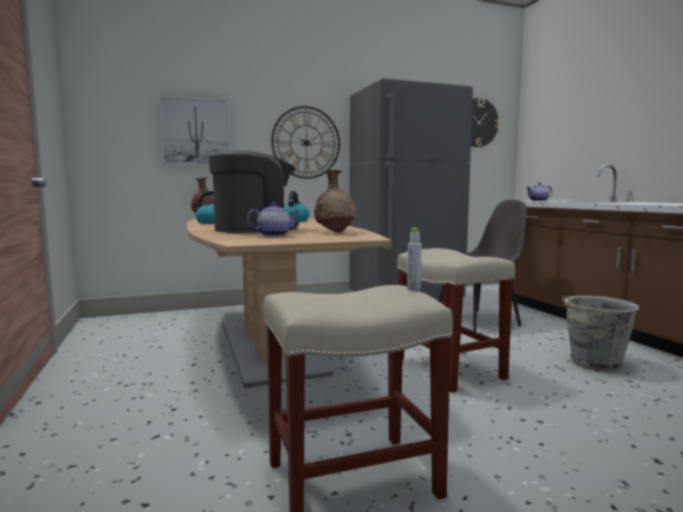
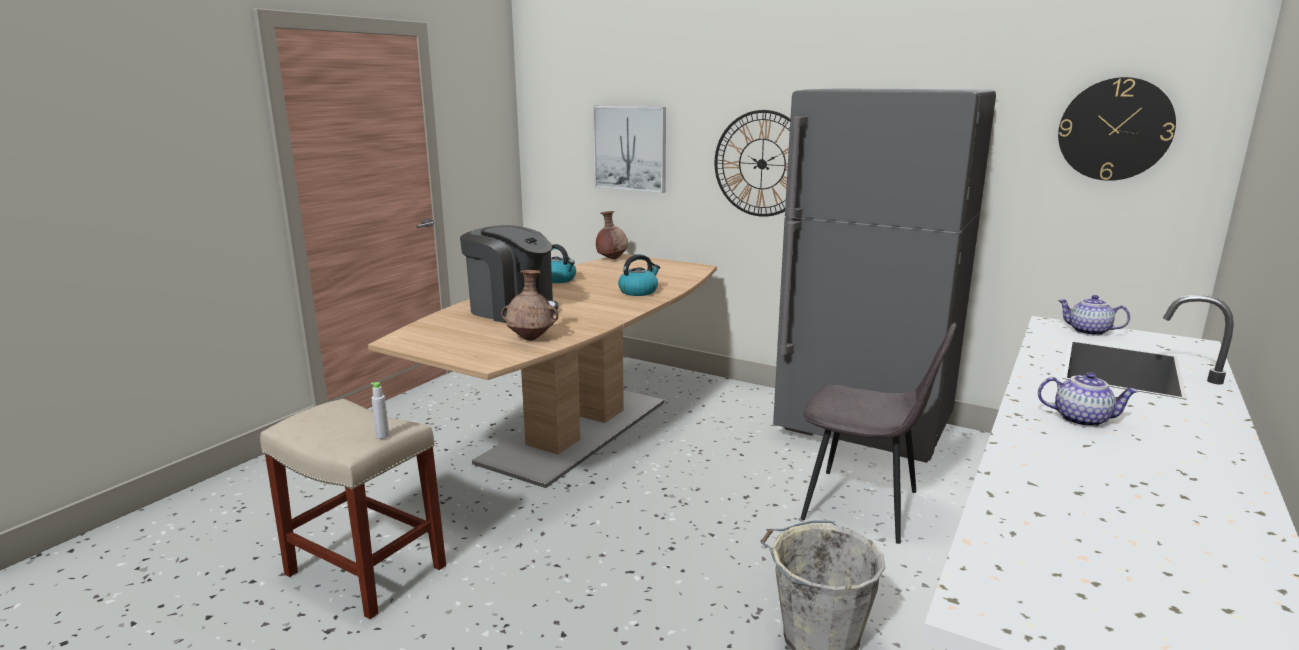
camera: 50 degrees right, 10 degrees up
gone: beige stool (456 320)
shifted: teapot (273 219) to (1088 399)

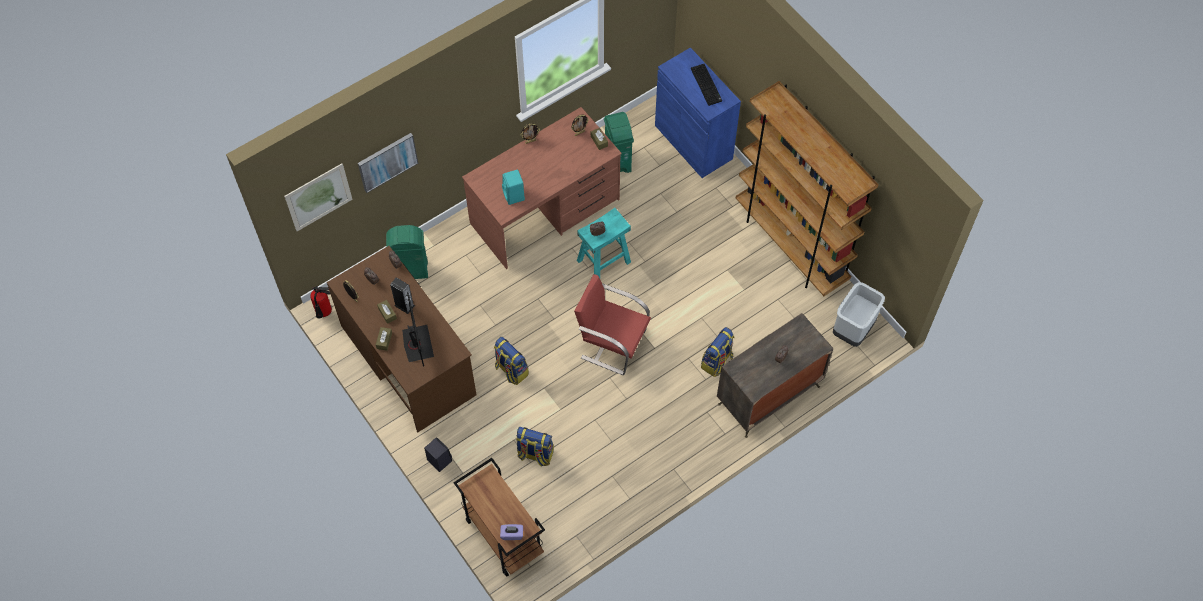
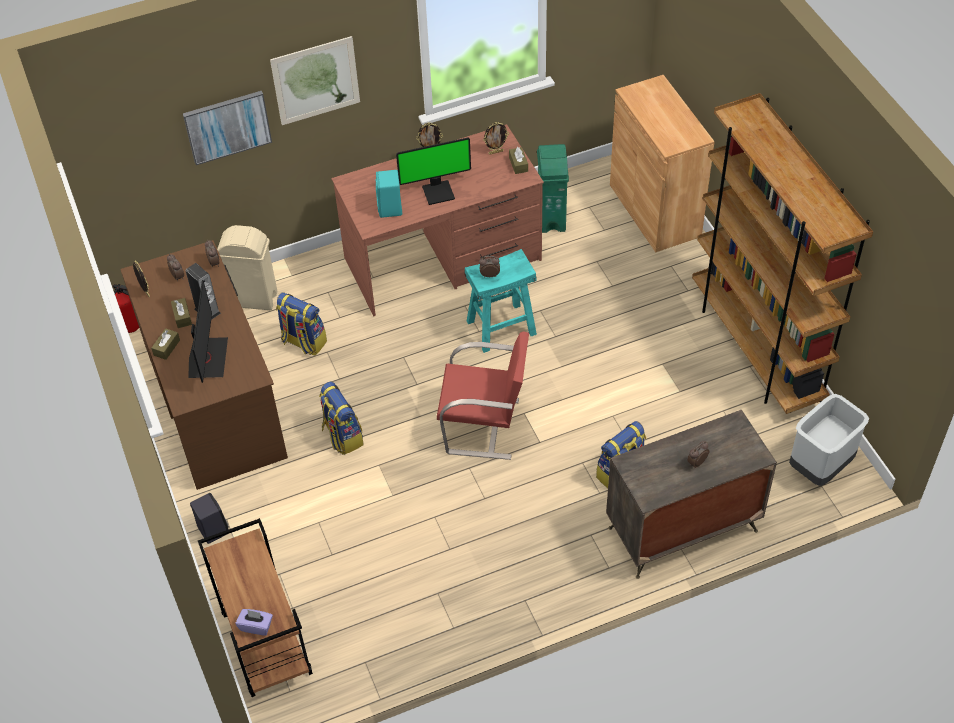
camera: 15 degrees right, 10 degrees down
gone: keyboard (706 85)
new: monitor (433 171)
shifted: picture (318 197) to (315 80); backpack (535 447) to (301 324)
repainted: green trash can (407 252) to beige trash can (247 267); blue cabinet (698 112) to brown cabinet (662 163)
rotated: red chair (612 324) = (483 395) 150 degrees clockwise

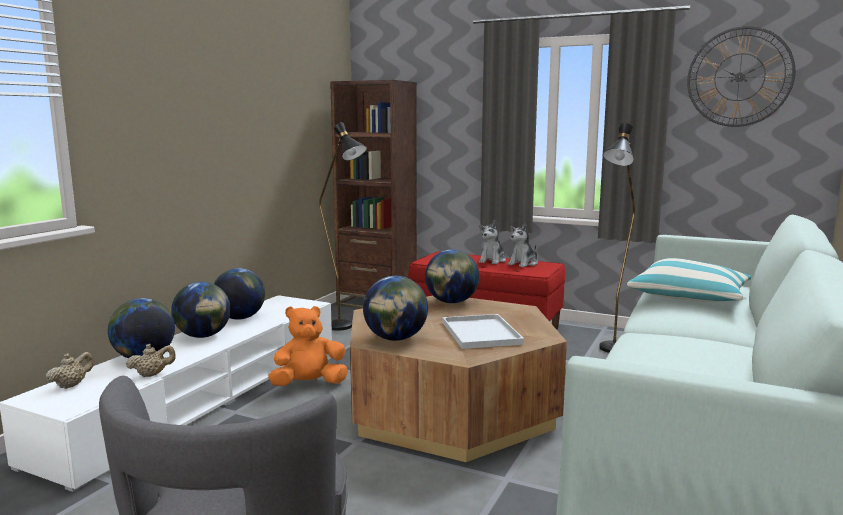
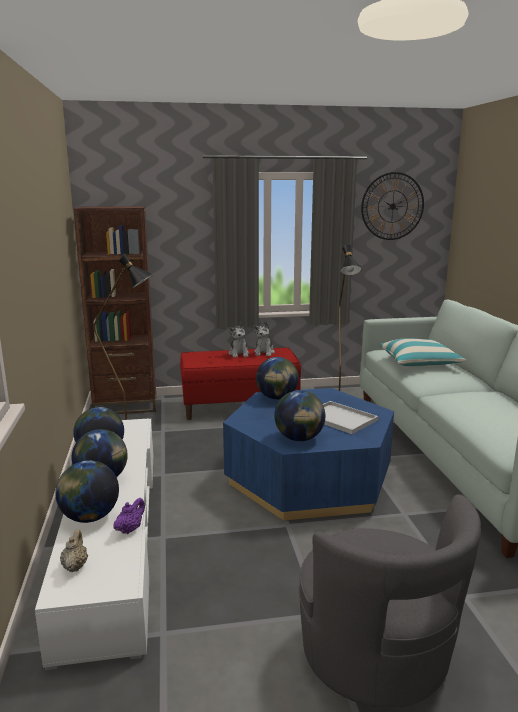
camera: 35 degrees left, 5 degrees up
gone: orange plush toy (308 346)
repainted: beige teapot (151 360) to purple teapot (129 516); brown coffee table (458 379) to blue coffee table (308 454)

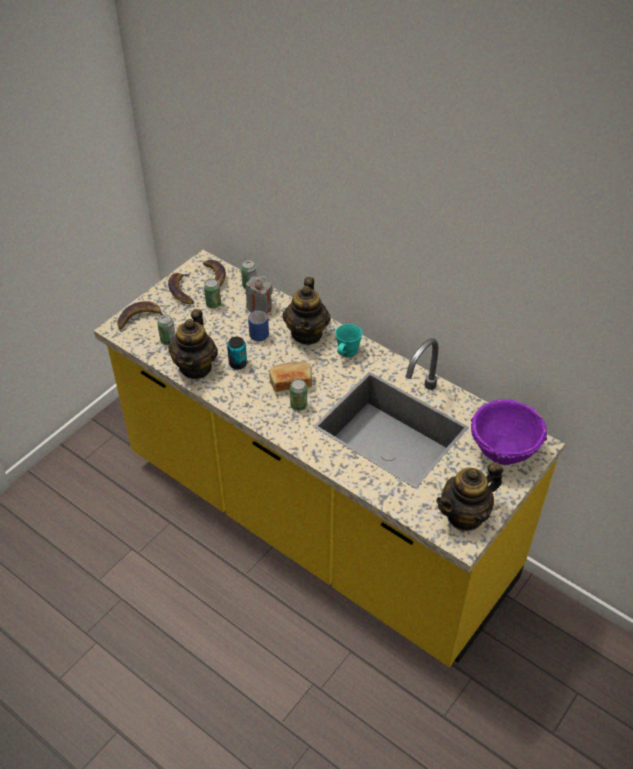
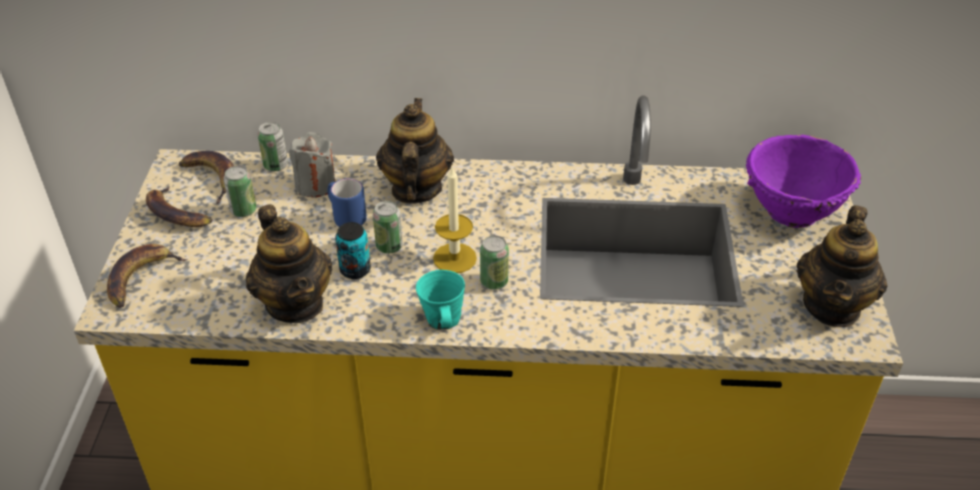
camera: 35 degrees left, 5 degrees down
shifted: can (166 330) to (388 227); turquoise mug (348 340) to (440 300)
swapped: bread (290 377) to candle (455 220)
rotated: teapot (307 311) = (415 151) 150 degrees counterclockwise

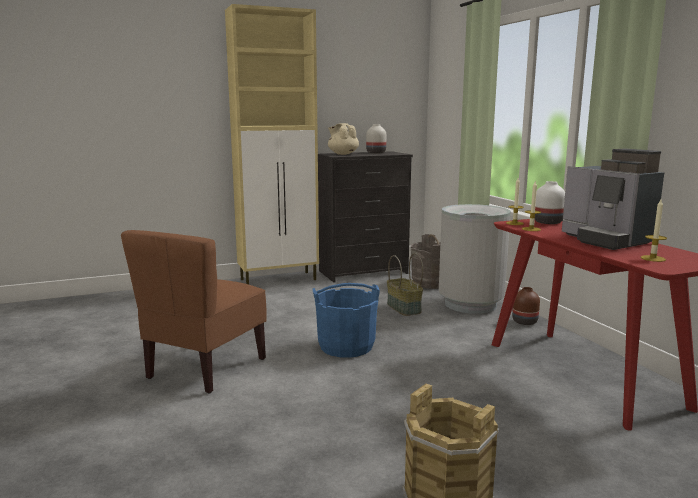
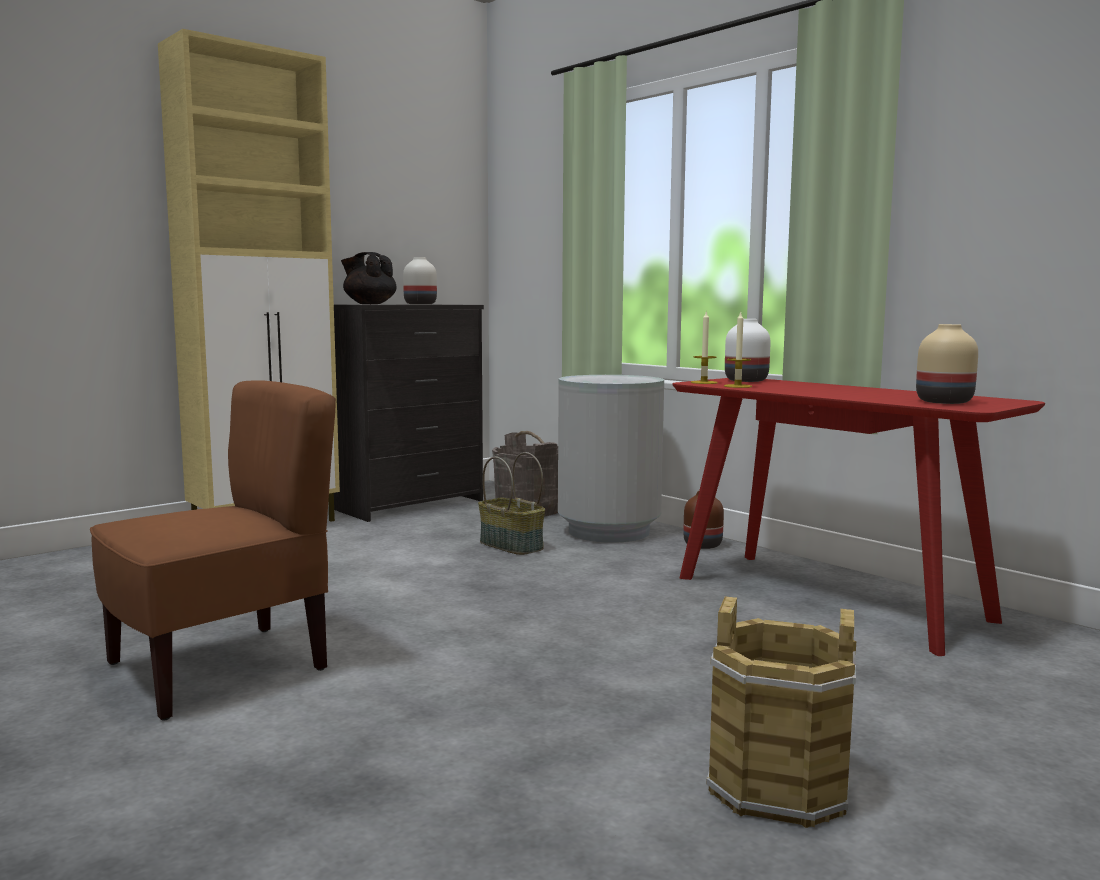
camera: 20 degrees left, 5 degrees down
gone: blue bucket (346 320); coffee machine (613 199)
swapped: candle (654 231) to beige vase (947 364)
repainted: beige teapot (343 139) to black teapot (369 278)
rotated: brown chair (193 311) = (213 550) 135 degrees counterclockwise

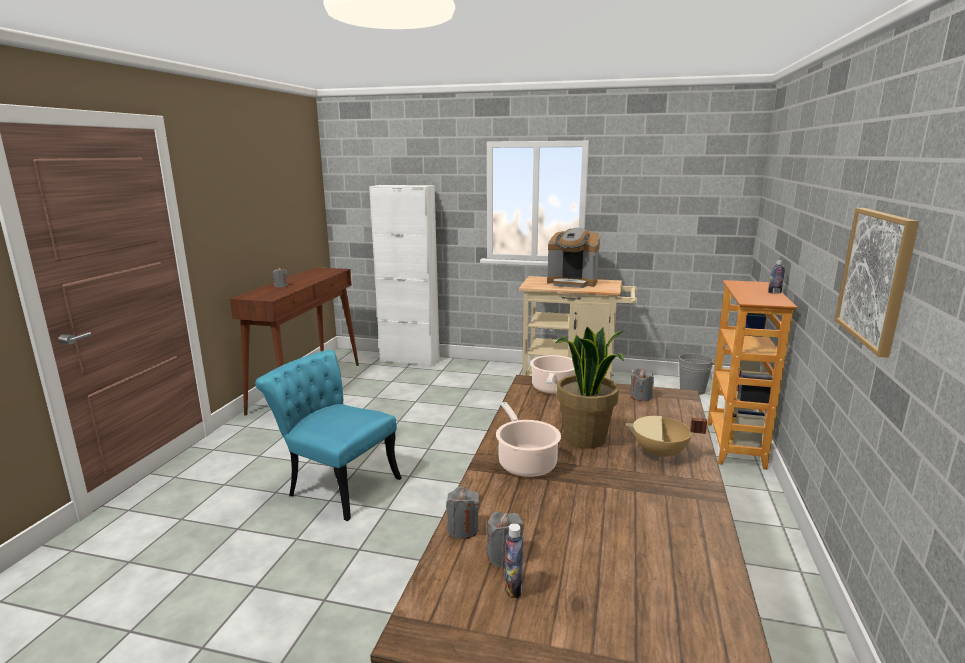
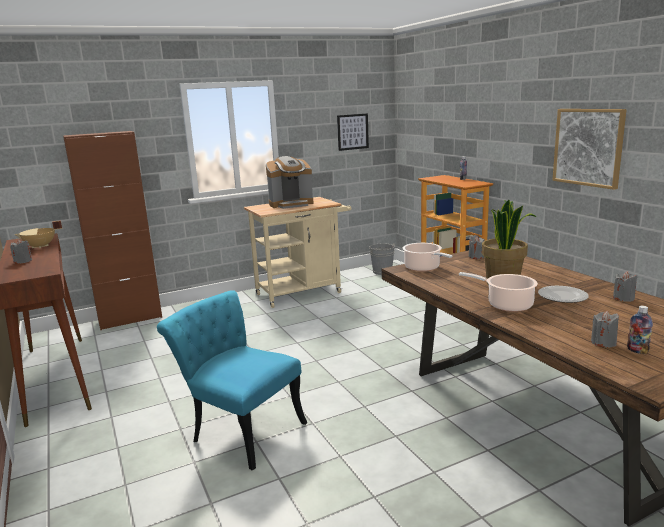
camera: 40 degrees left, 0 degrees up
new: picture (353 132); plate (563 294)
shifted: grey candle (462 513) to (625 286); beige cooking pot (666 438) to (38 234)
repainted: white cabinet (404 275) to brown cabinet (112 230)
rotated: turquoise chair (328 435) = (232 380) 45 degrees clockwise

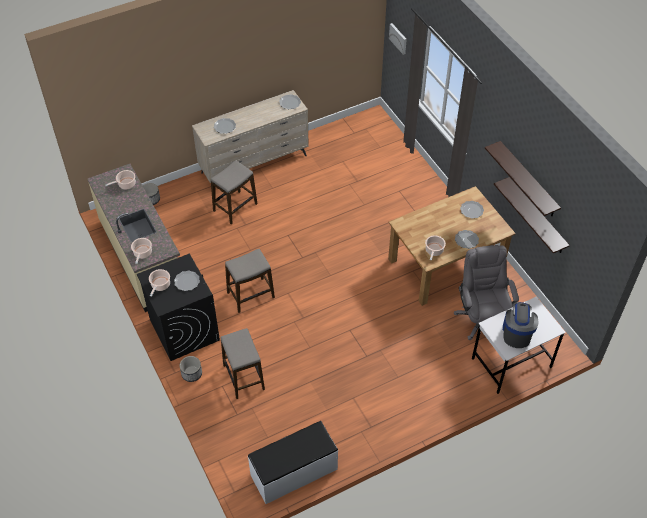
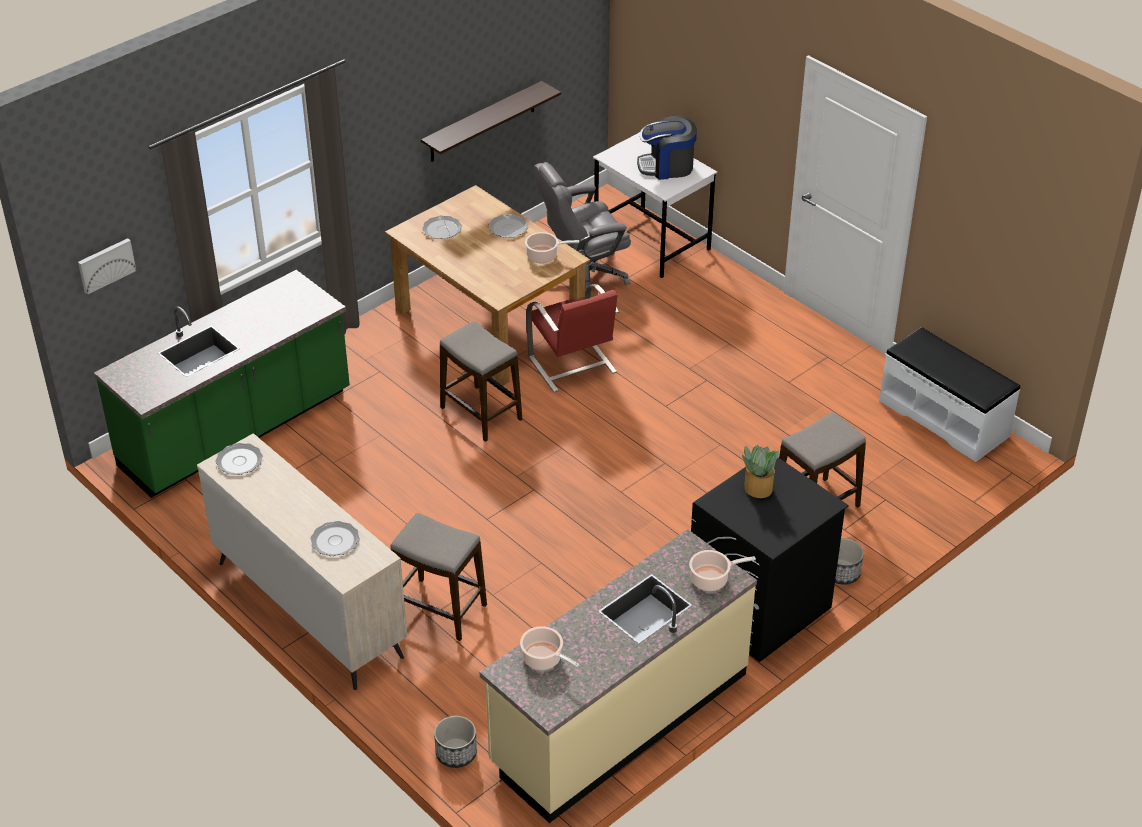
camera: 105 degrees left, 10 degrees down
gone: cooking pot (159 282); shelf (523 178)
new: green counter (222 384); red chair (572 338)
shifted: stool (250 281) to (481 381)
swapped: plate (187 280) to potted plant (760 471)

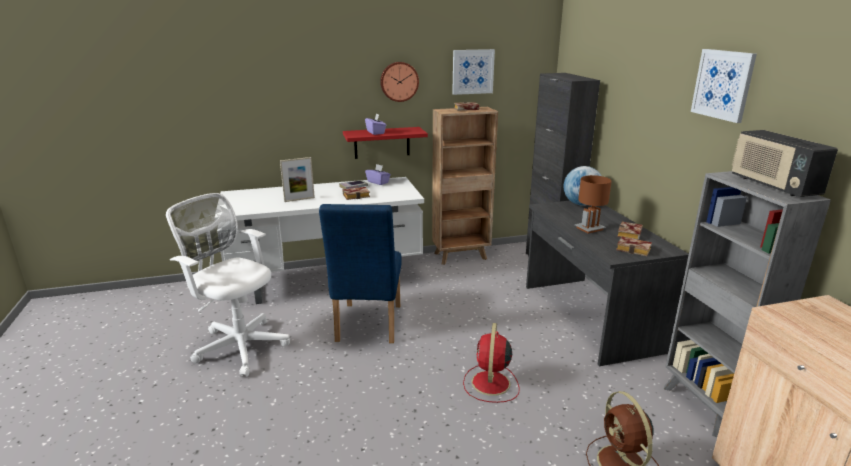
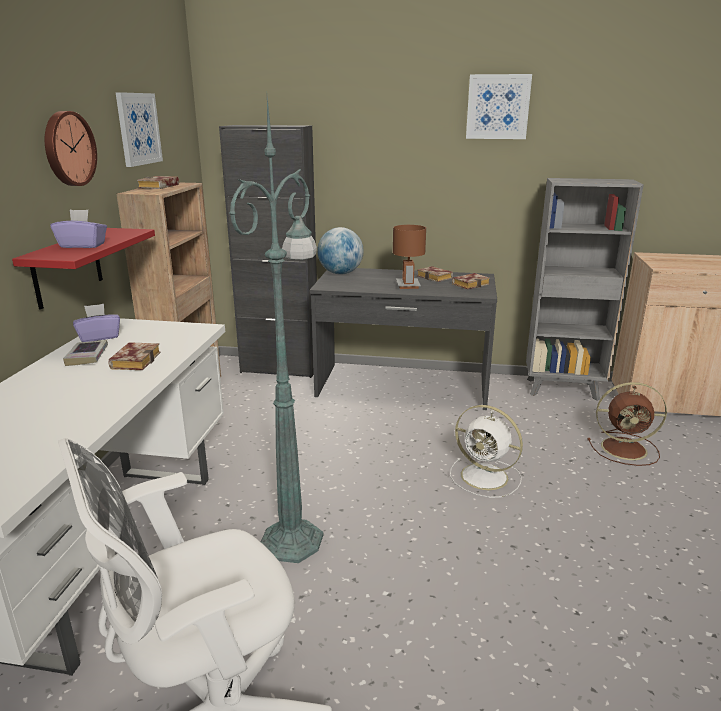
camera: 65 degrees left, 0 degrees up
gone: picture frame (297 179); radio (785 163)
swapped: blue chair (360 273) to green floor lamp (276 330)
repainted: red fan (491 363) to white fan (486 451)

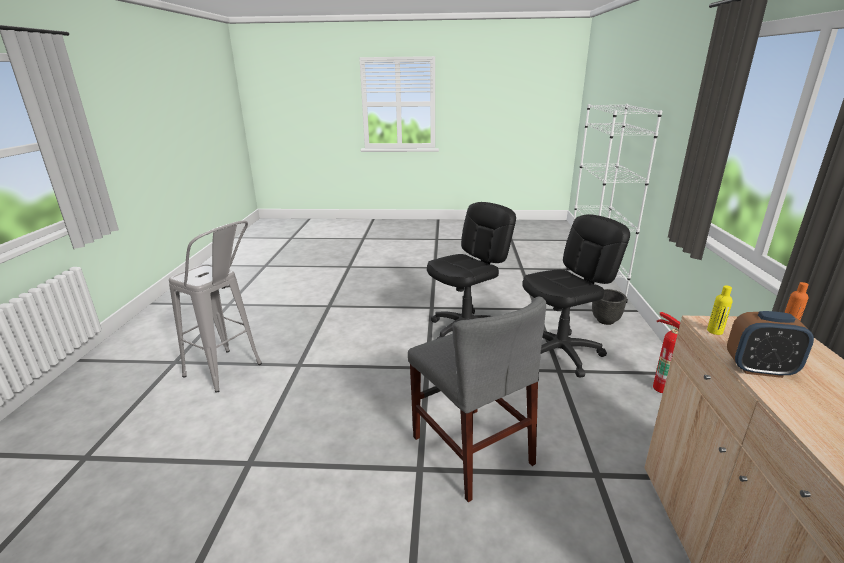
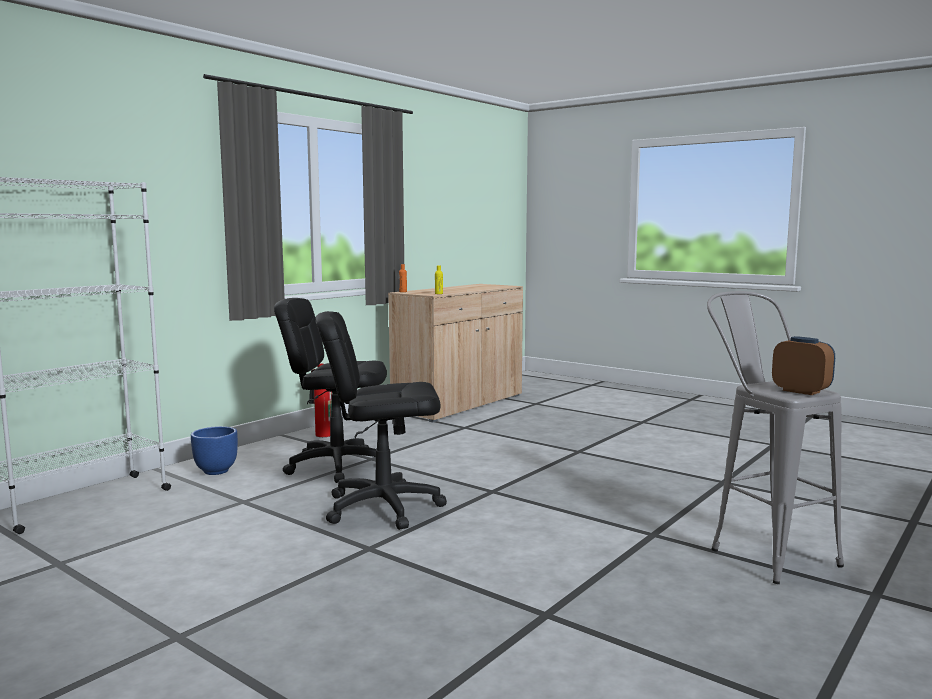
camera: 145 degrees left, 15 degrees down
gone: grey chair (477 399)
shifted: alarm clock (770 344) to (803 365)
repainted: black planter (609 307) to blue planter (214 450)

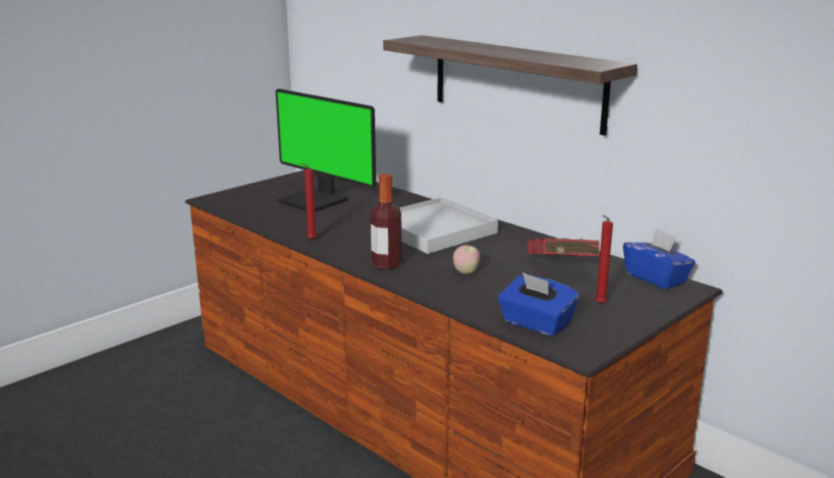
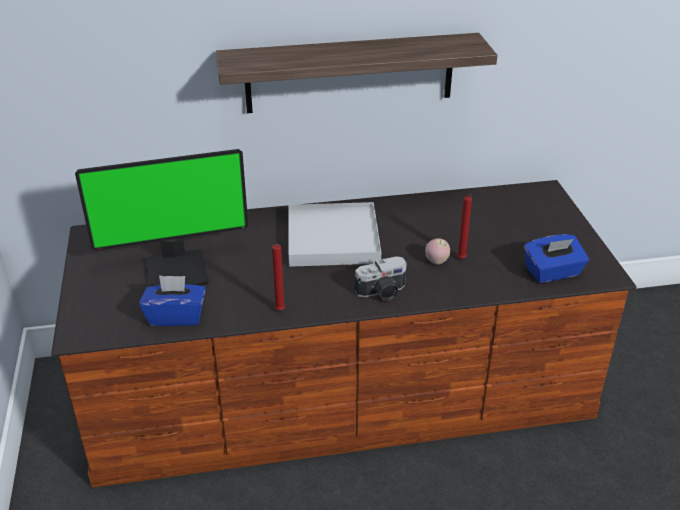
camera: 55 degrees left, 15 degrees up
gone: red book (563 247)
shifted: red candle (604 259) to (464 226); blue tissue box (659 259) to (172 300)
swapped: bottle (386 221) to photo camera (381 278)

